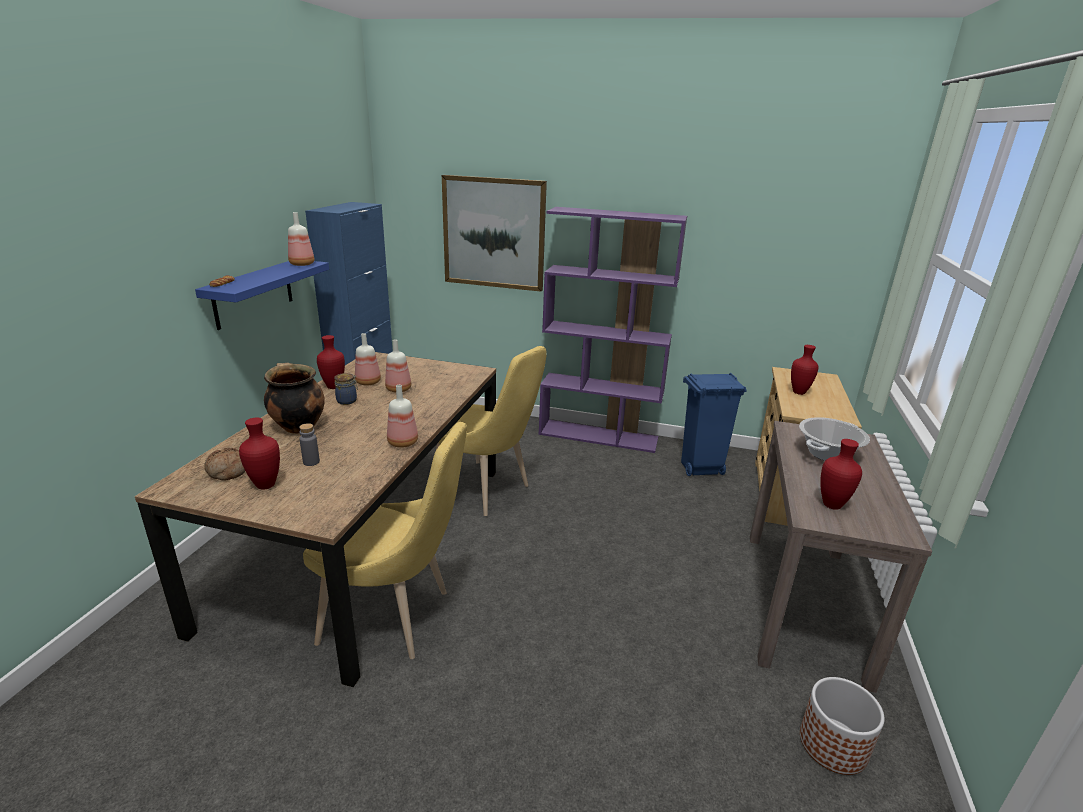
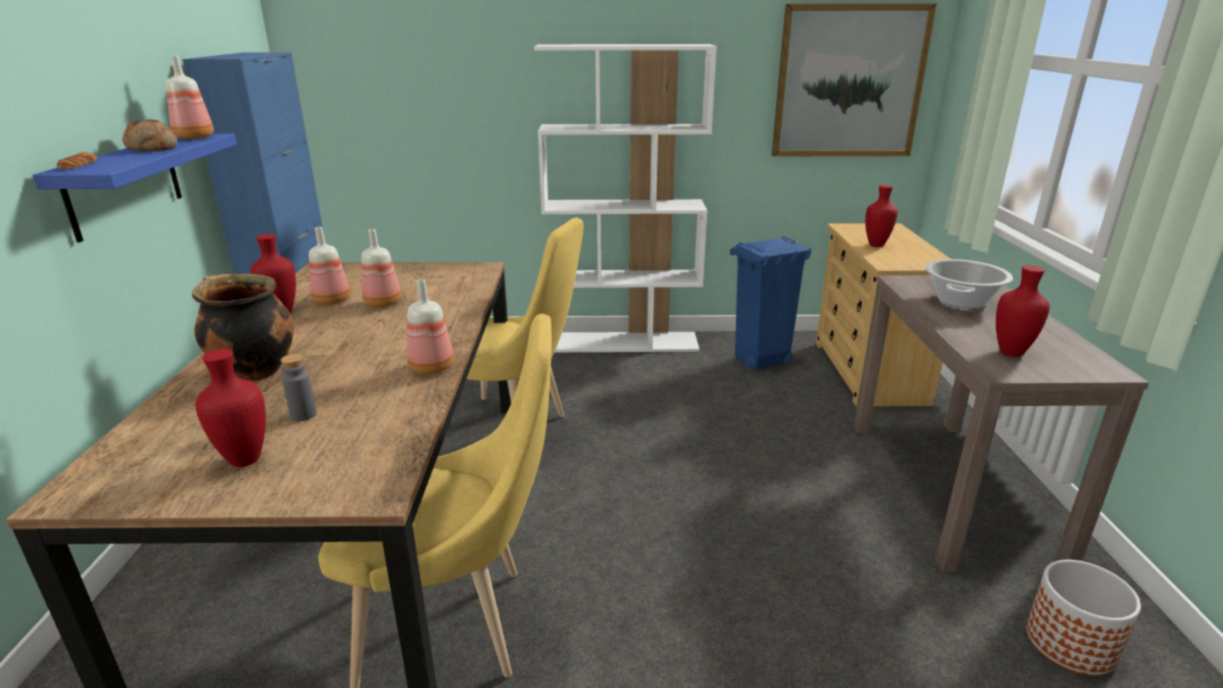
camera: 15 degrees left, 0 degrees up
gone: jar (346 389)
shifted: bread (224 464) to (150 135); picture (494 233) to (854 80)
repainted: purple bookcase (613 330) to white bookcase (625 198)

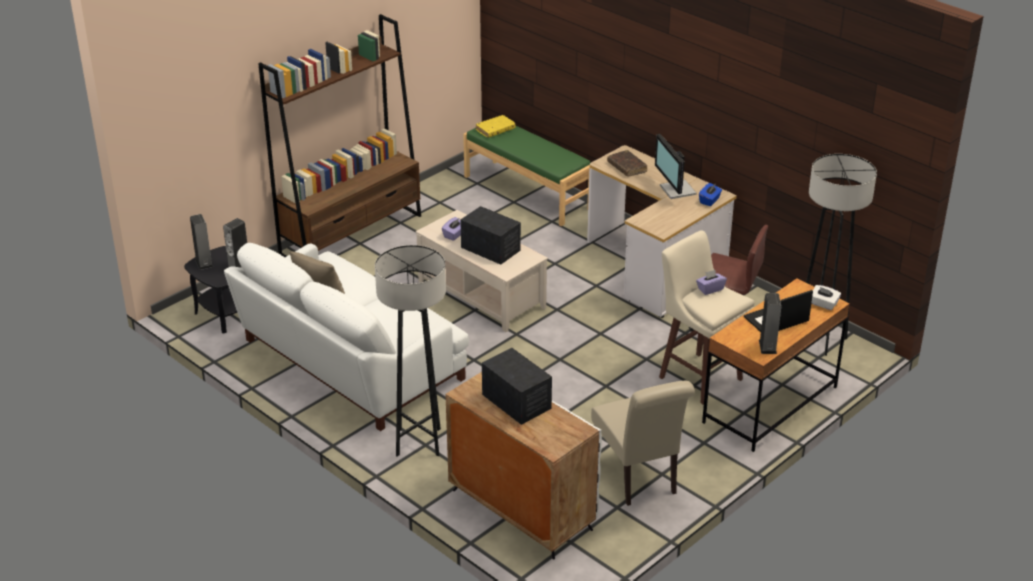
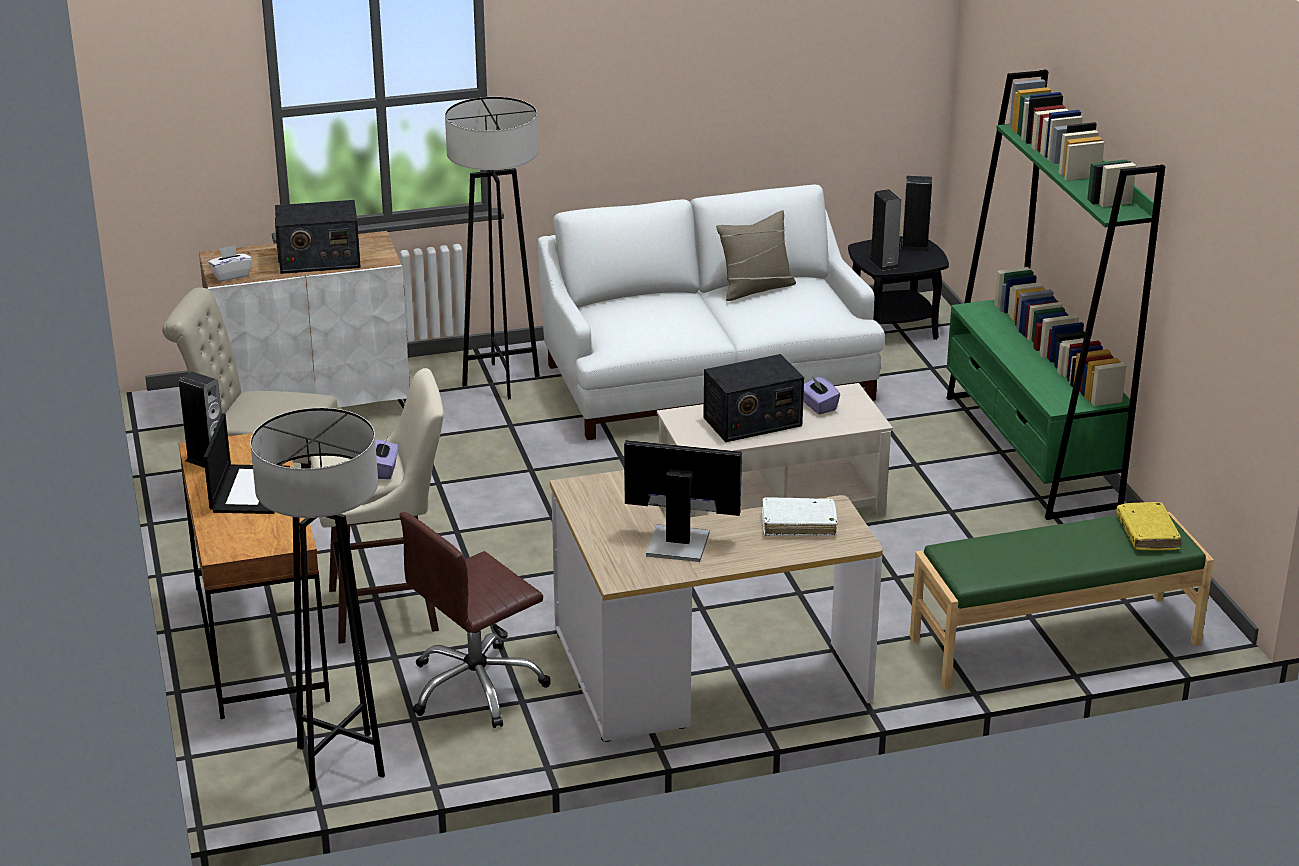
camera: 120 degrees right, 5 degrees down
gone: blue tissue box (710 194)
shifted: white tissue box (826 297) to (230 263)
repainted: brown bookcase (339 135) to green bookcase (1056 295); brown book (627 163) to white book (800 516)

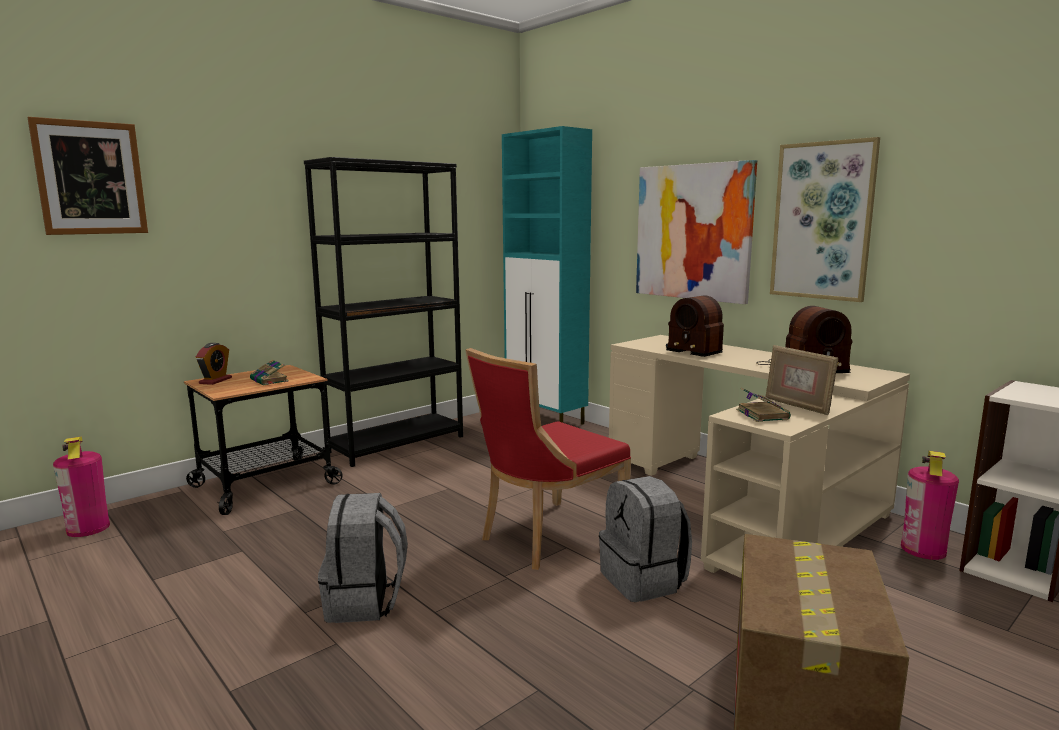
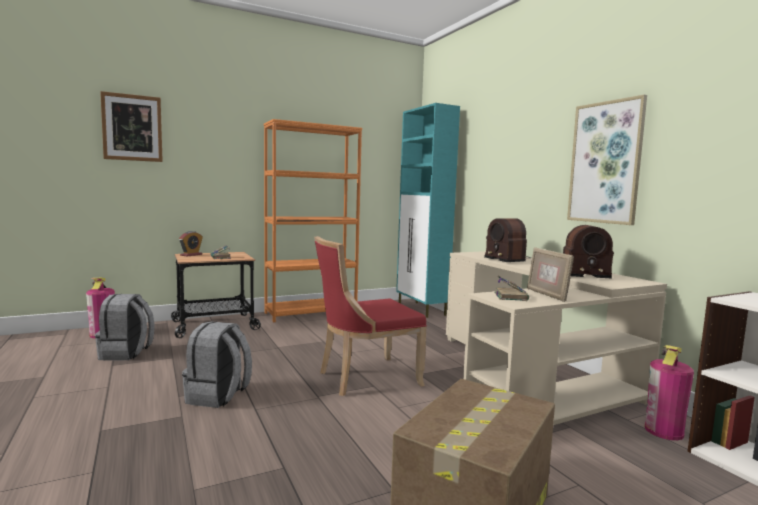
camera: 15 degrees right, 5 degrees down
gone: picture (696 232)
shifted: grey backpack (645 539) to (125 327)
repainted: black bookcase (383 312) to orange bookcase (313 220)

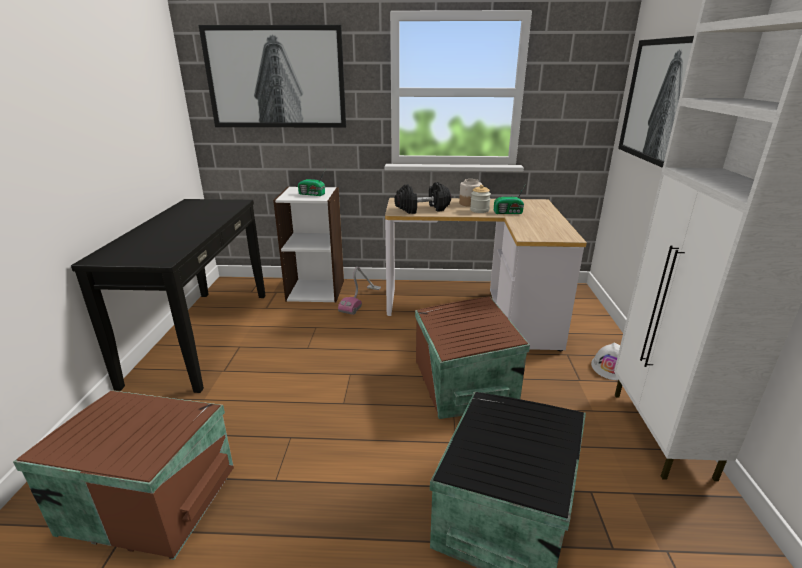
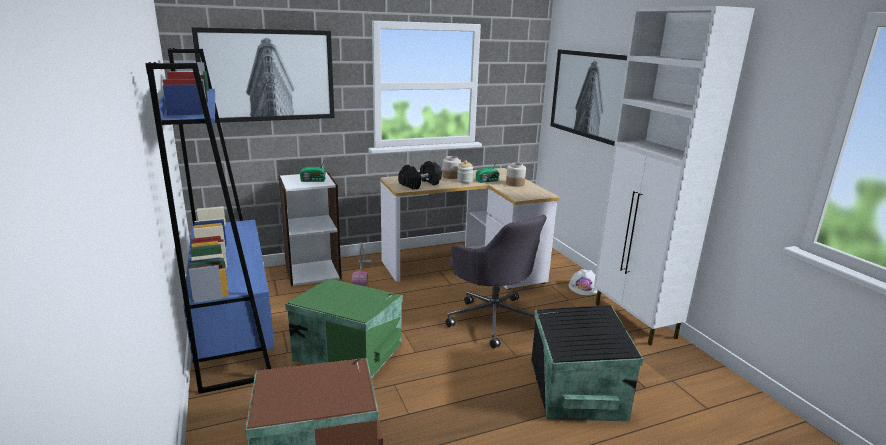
camera: 25 degrees left, 5 degrees down
new: green storage box (344 328); jar (516 175)
swapped: black console table (168 296) to blue bookcase (210 221); brown storage box (472 357) to grey office chair (496 281)

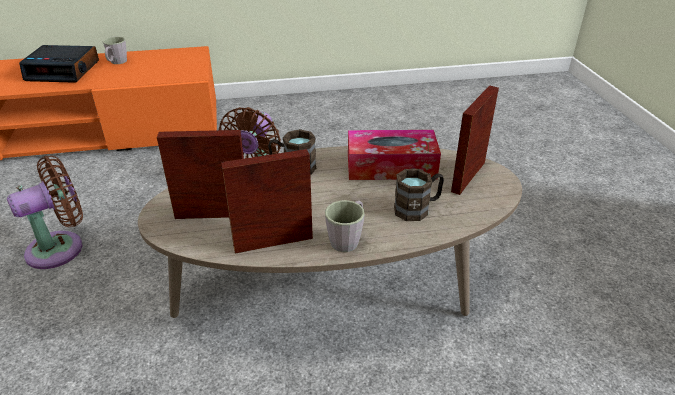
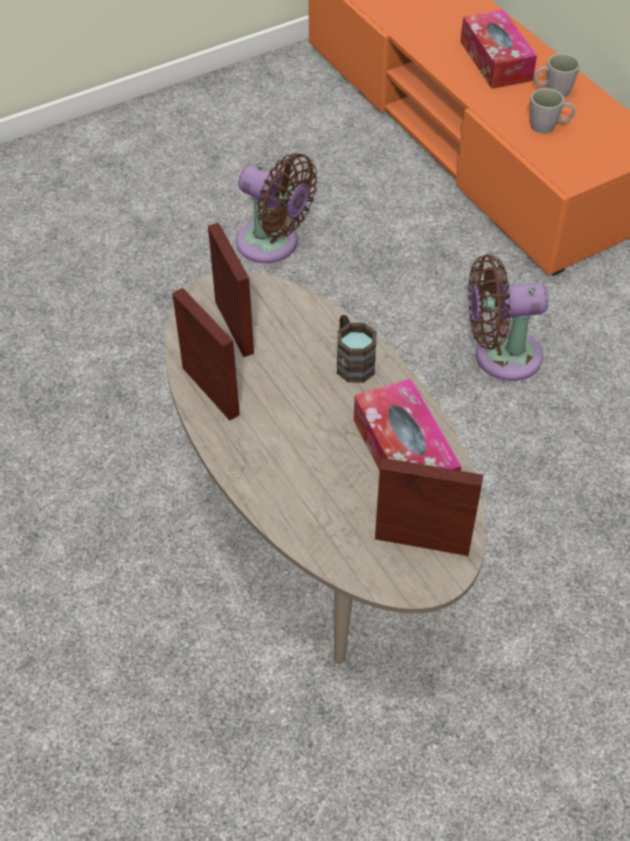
camera: 70 degrees right, 15 degrees up
gone: brown mug (419 195)
shifted: grey mug (345 226) to (552 111)
swapped: alarm clock (59 64) to tissue box (499 49)

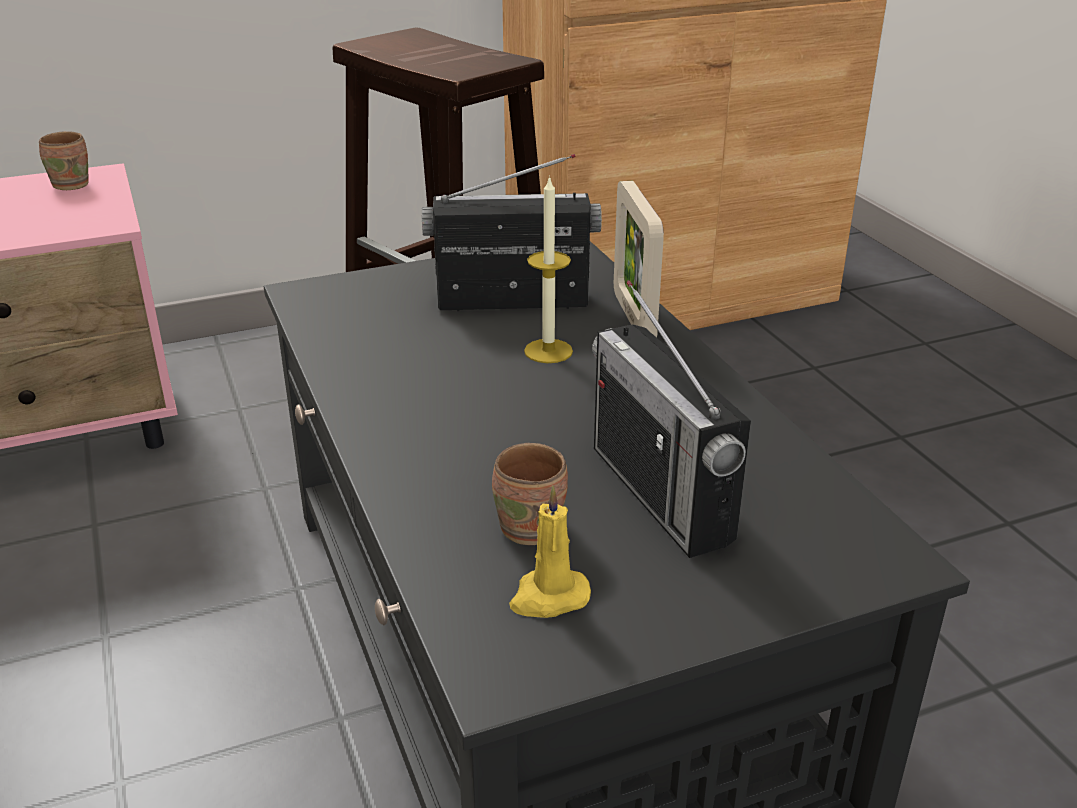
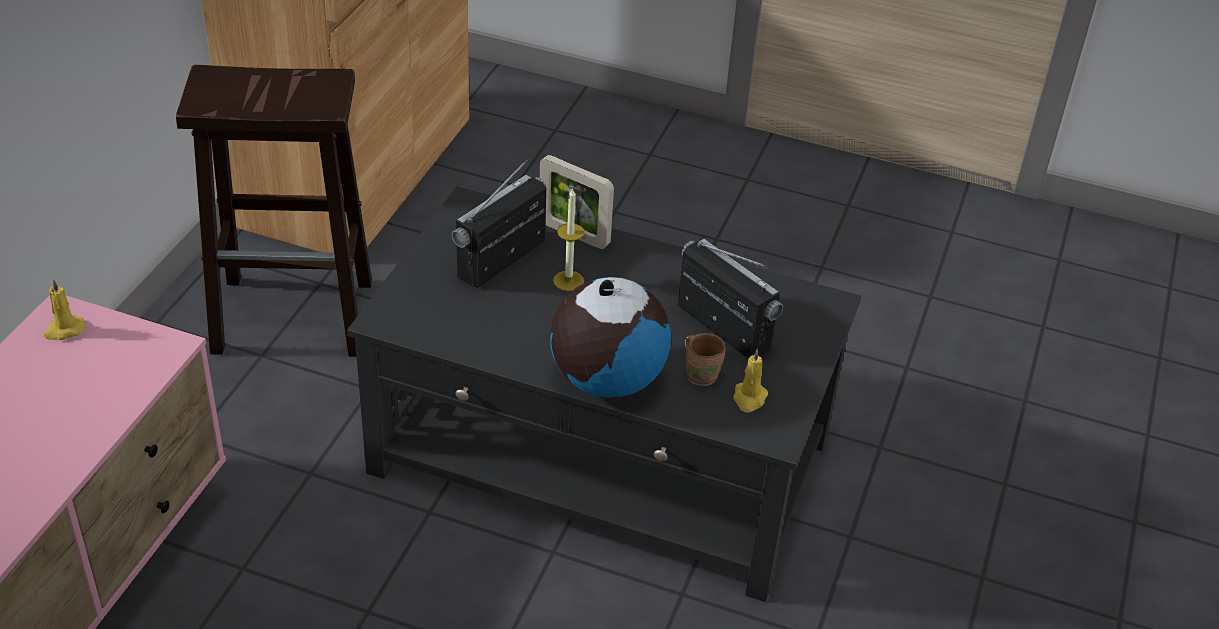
camera: 50 degrees left, 10 degrees up
new: globe (610 337)
swapped: brown mug (64 160) to yellow candle (64 309)
rotated: radio (671 419) = (730 298) 150 degrees counterclockwise

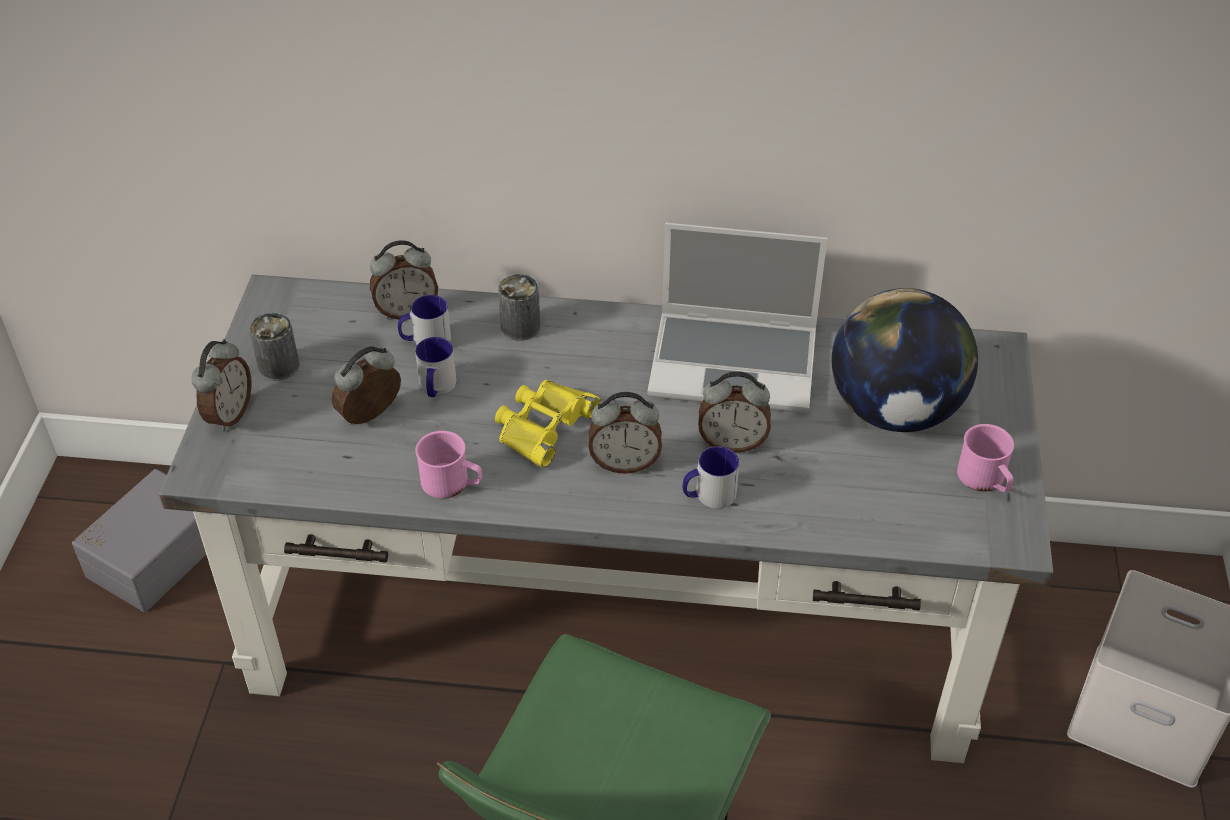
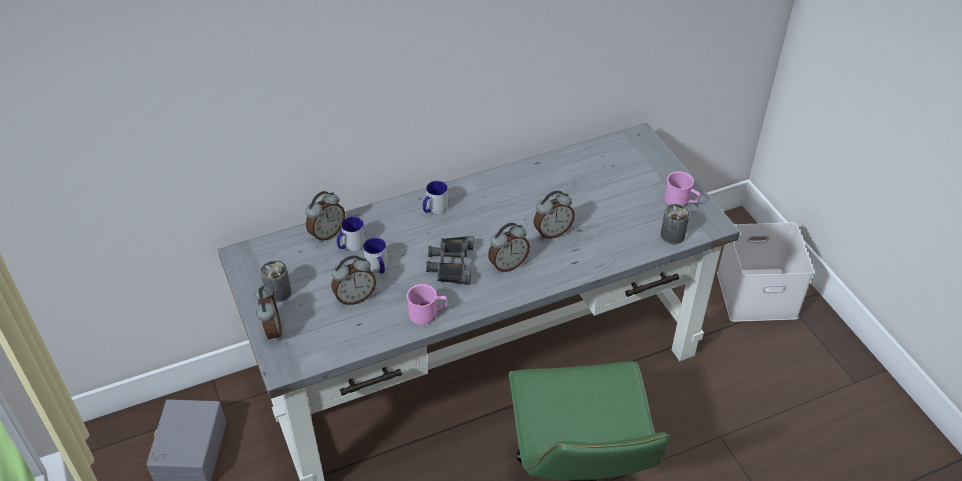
camera: 30 degrees left, 0 degrees up
gone: laptop (737 318); globe (904 360)
shifted: can (519 307) to (675 224); mug (711 477) to (435 197)
repainted: yellow binoculars (547 424) to black binoculars (450 260)
rotated: alarm clock (366 385) = (353 280) 135 degrees counterclockwise

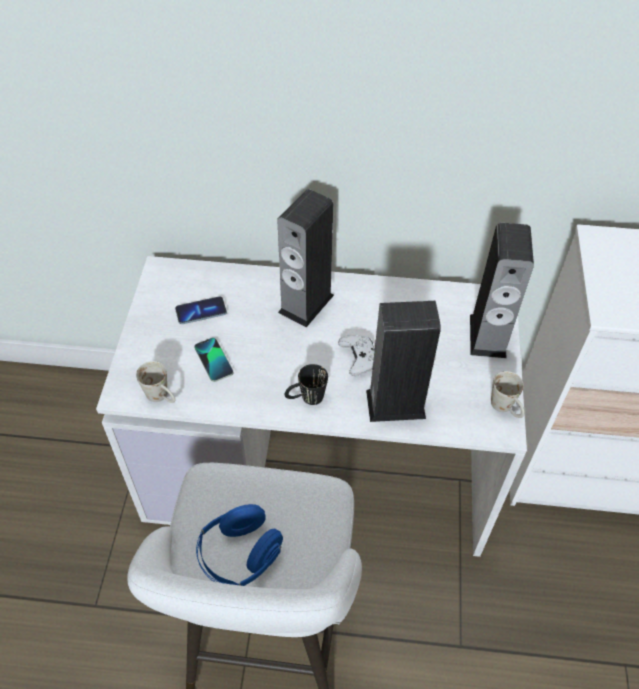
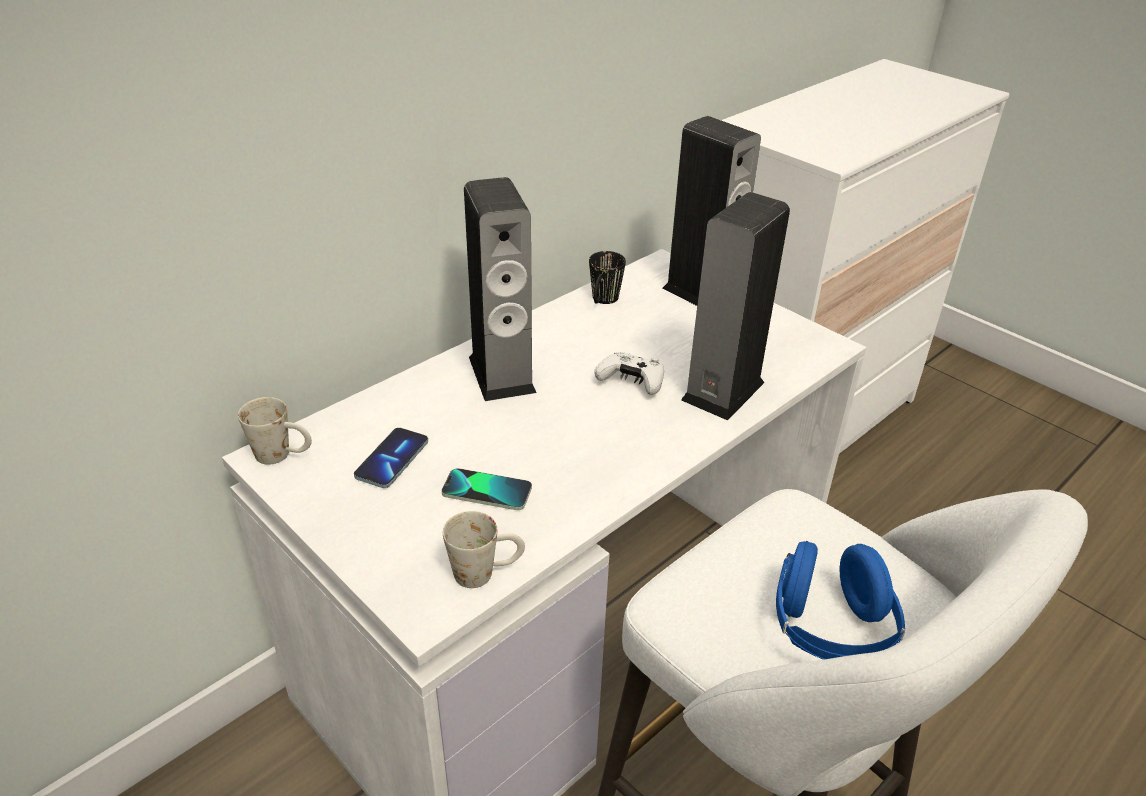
camera: 50 degrees left, 15 degrees down
shifted: black mug (306 384) to (607 277); white mug (508 394) to (275 431)

